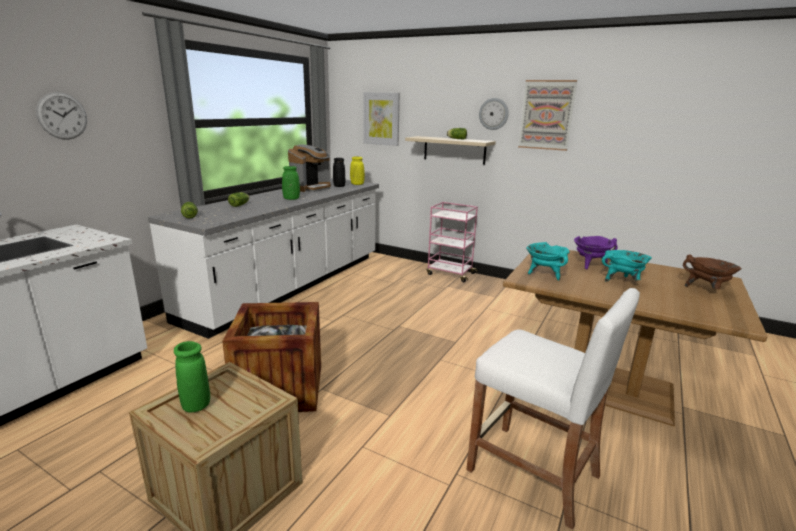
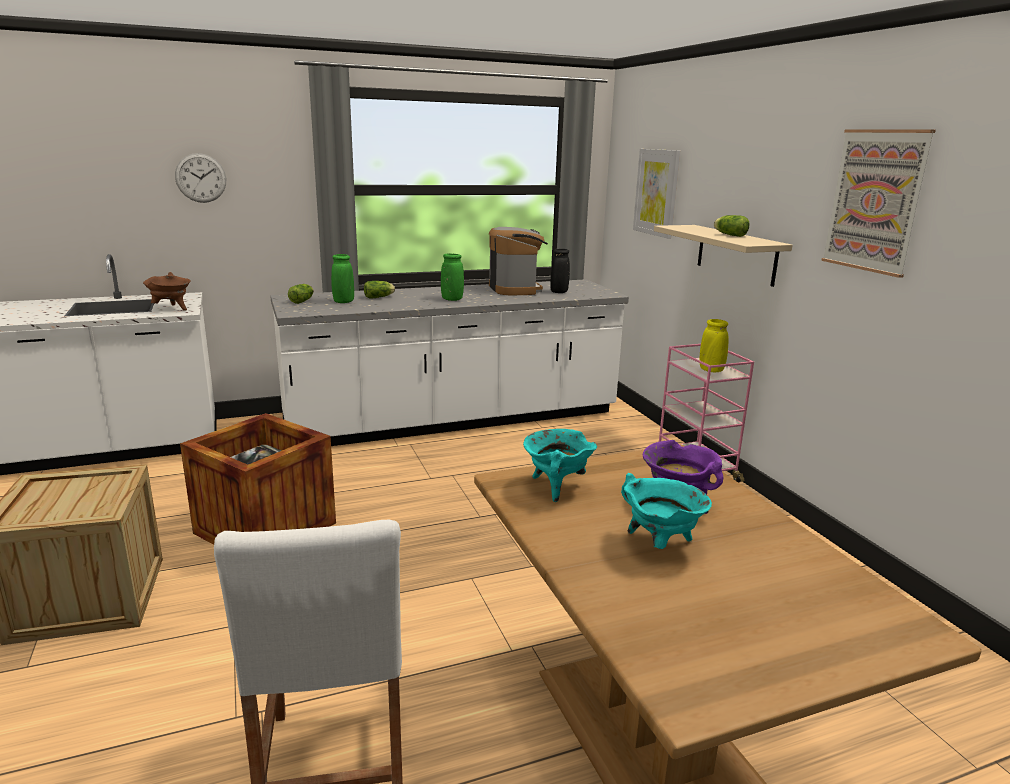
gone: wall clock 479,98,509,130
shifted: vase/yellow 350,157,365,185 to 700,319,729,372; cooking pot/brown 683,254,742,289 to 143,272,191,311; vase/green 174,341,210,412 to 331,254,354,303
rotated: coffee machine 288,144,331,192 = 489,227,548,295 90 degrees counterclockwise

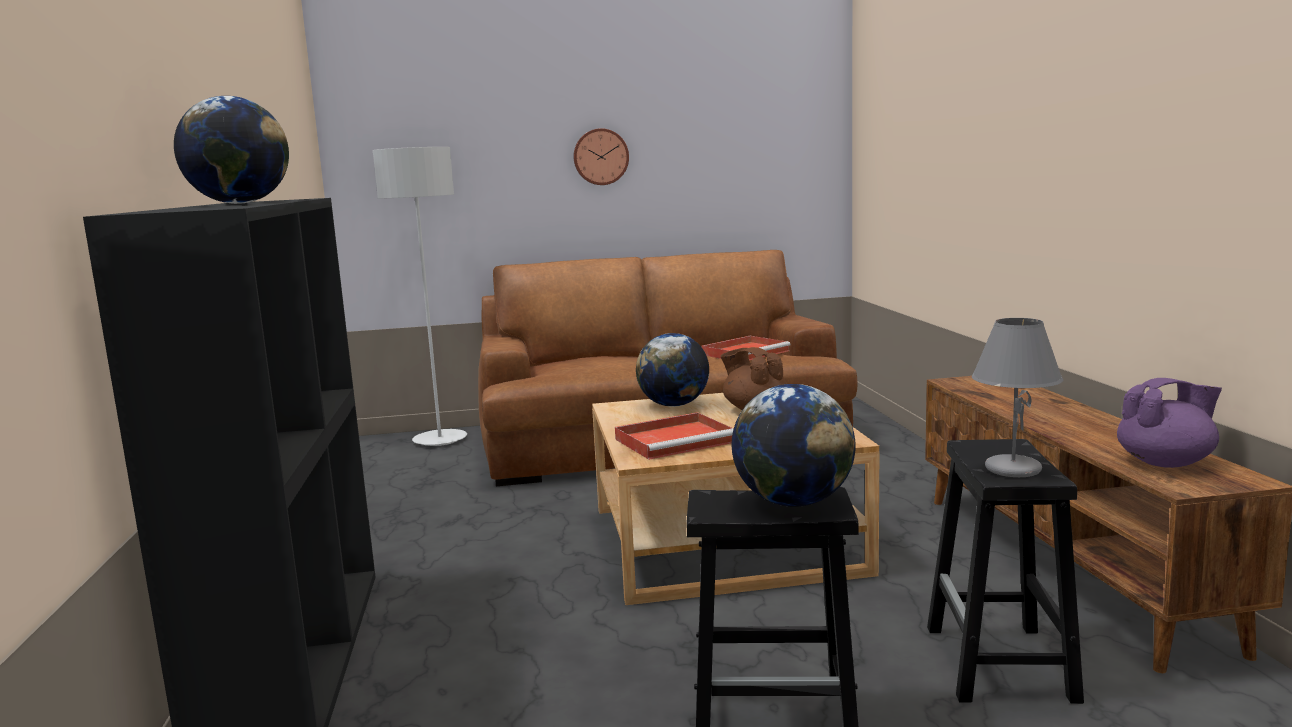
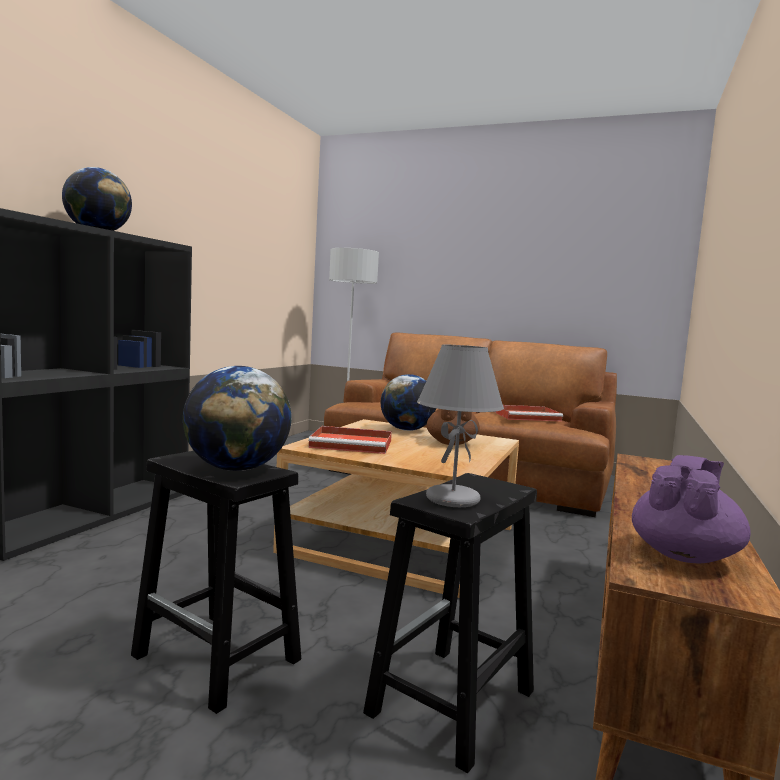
gone: wall clock 573,128,629,185
rotated: teapot/purple 1117,378,1222,468 = 632,455,751,563 75 degrees counterclockwise

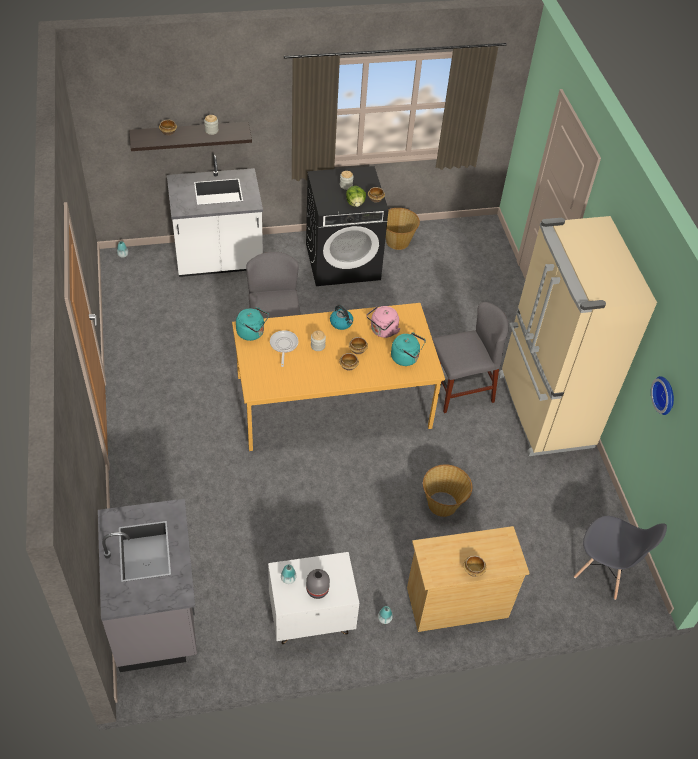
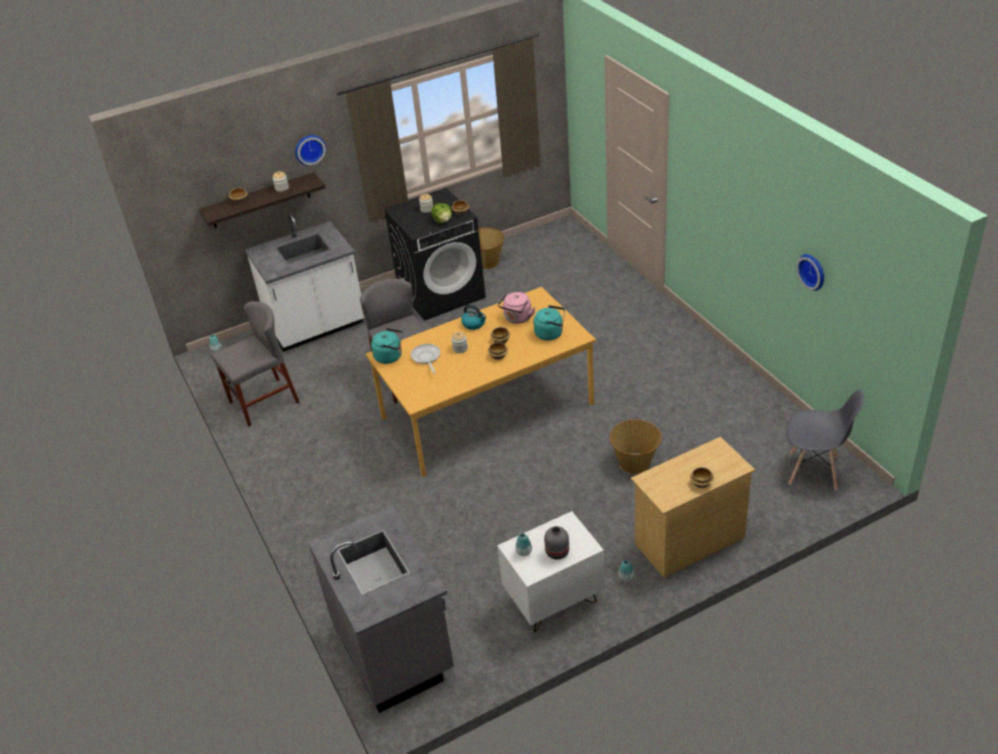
gone: fridge/beige 498,216,657,456
new: wall clock 295,135,326,165
shifted: chair/grey 432,302,509,413 to 212,301,300,426

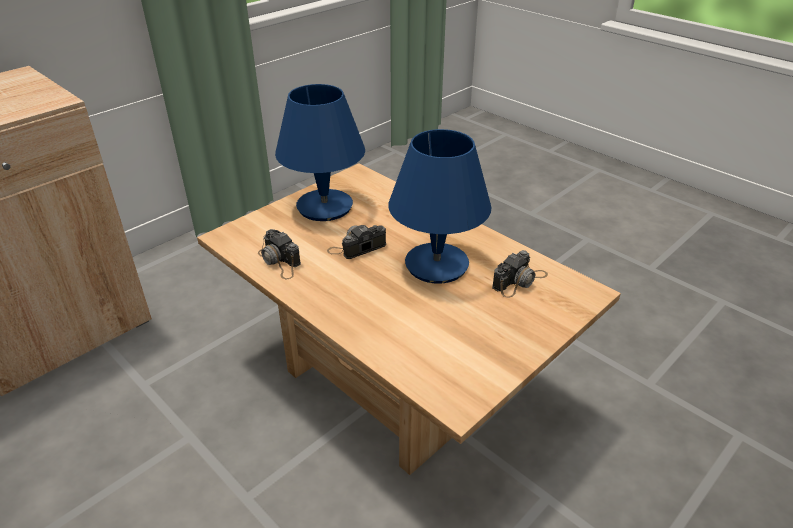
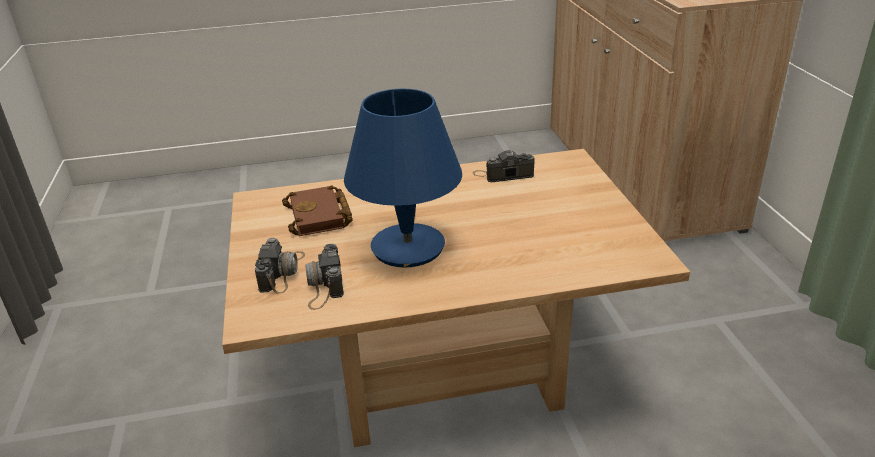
gone: table lamp/blue 275,84,365,221
new: book/brown 282,185,353,236
shifted: photo camera 327,225,386,259 to 255,238,305,294

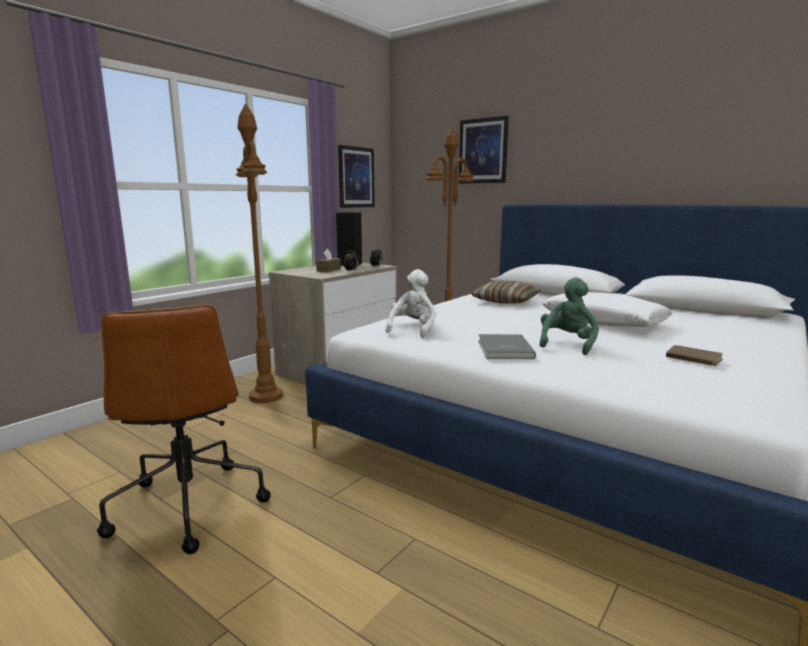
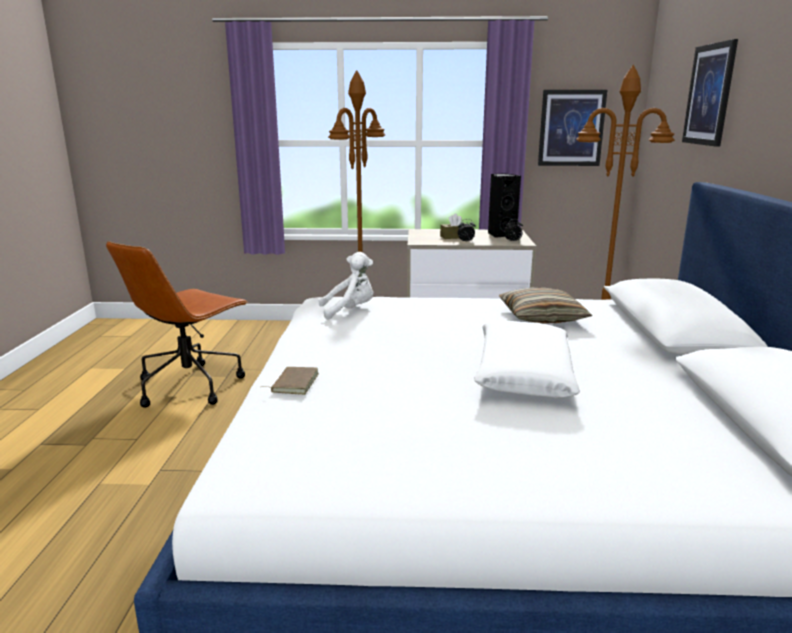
gone: plush toy/green 539,277,599,355; book/grey 478,334,536,359
shifted: book/brown 666,345,723,366 to 261,367,319,395

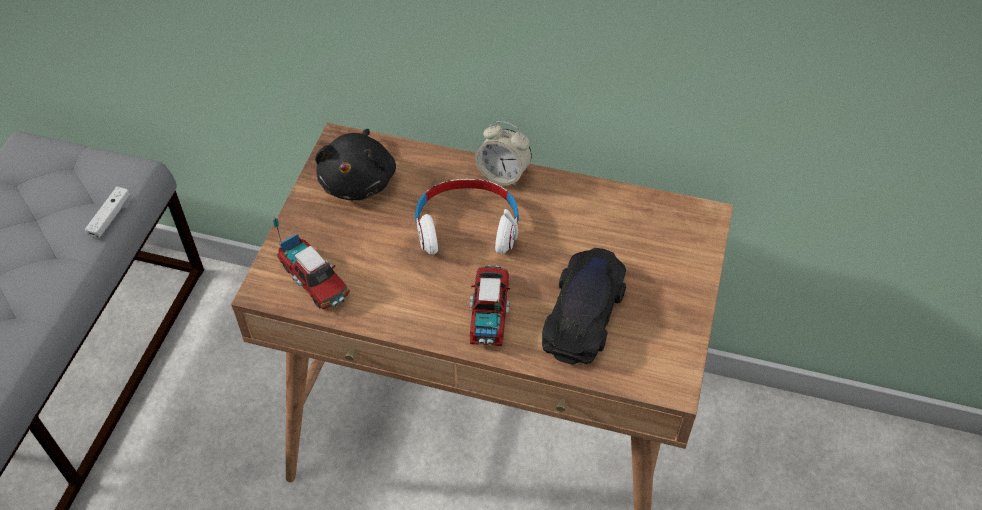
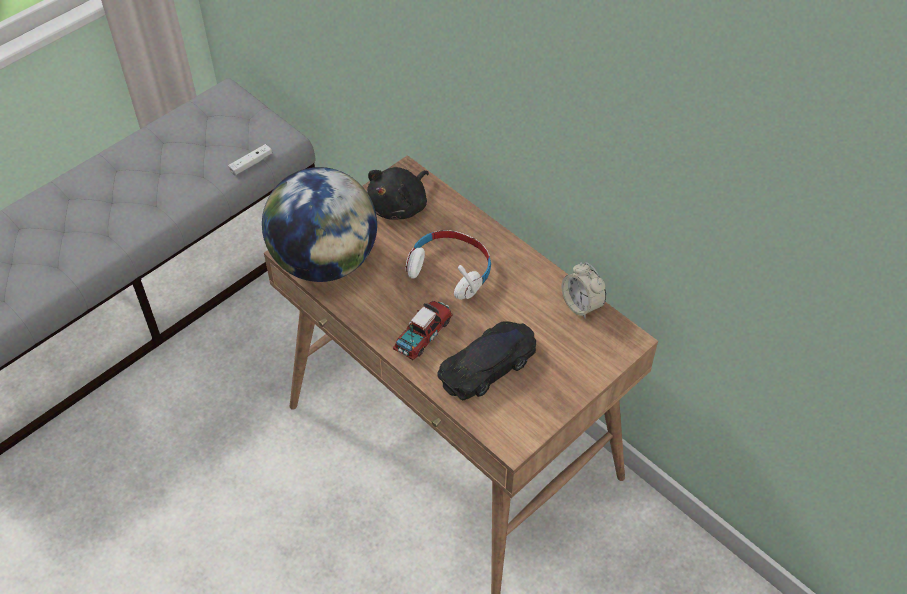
shifted: alarm clock 475,121,532,187 to 562,262,606,318
swapped: toy truck 273,217,350,309 to globe 262,167,377,282

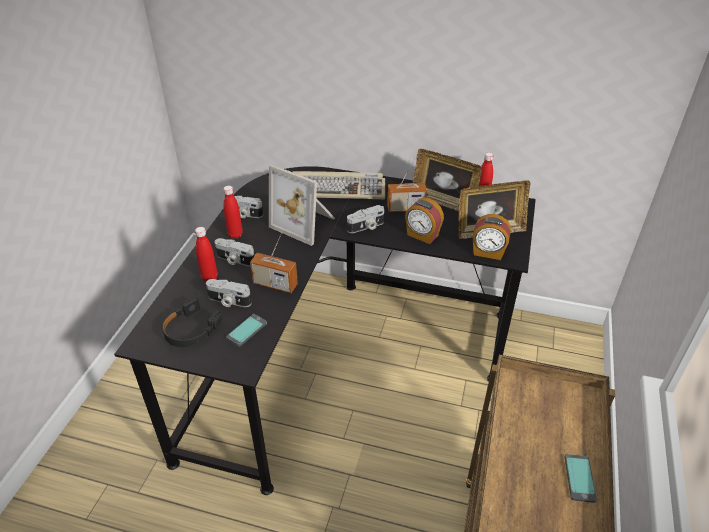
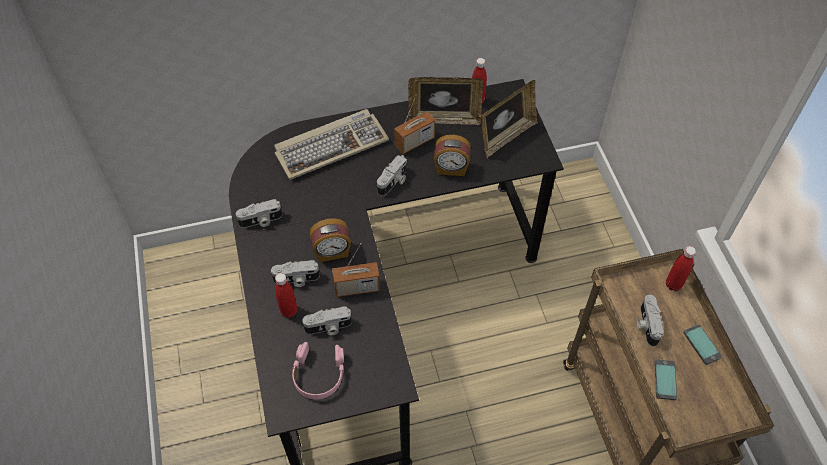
gone: picture frame 269,164,335,246
new: photo camera 637,294,664,346
shifted: bottle/red 223,186,243,239 to 666,246,696,291; alarm clock 472,214,511,260 to 310,218,351,262; phone 226,314,267,347 to 655,359,677,400
repainted: headphones/black 162,297,223,347 to headphones/pink 292,342,344,400

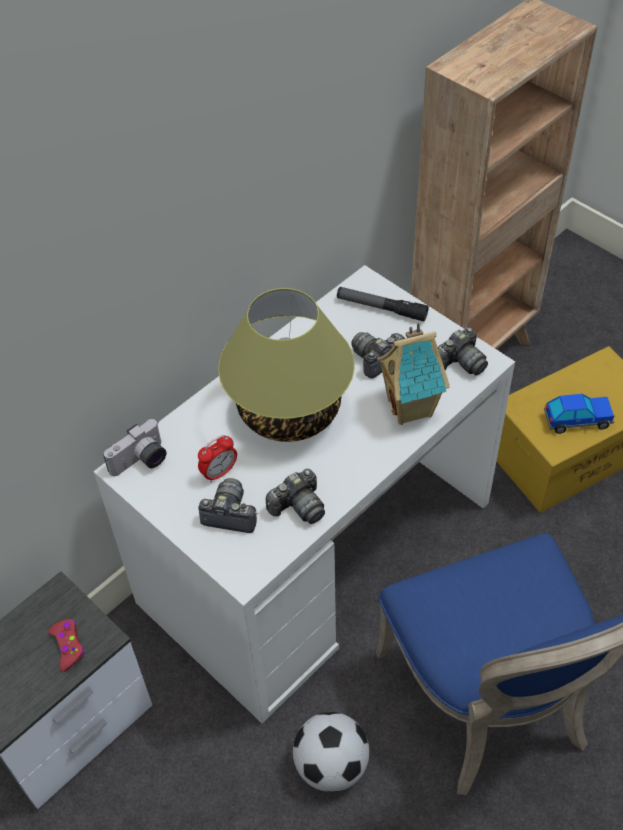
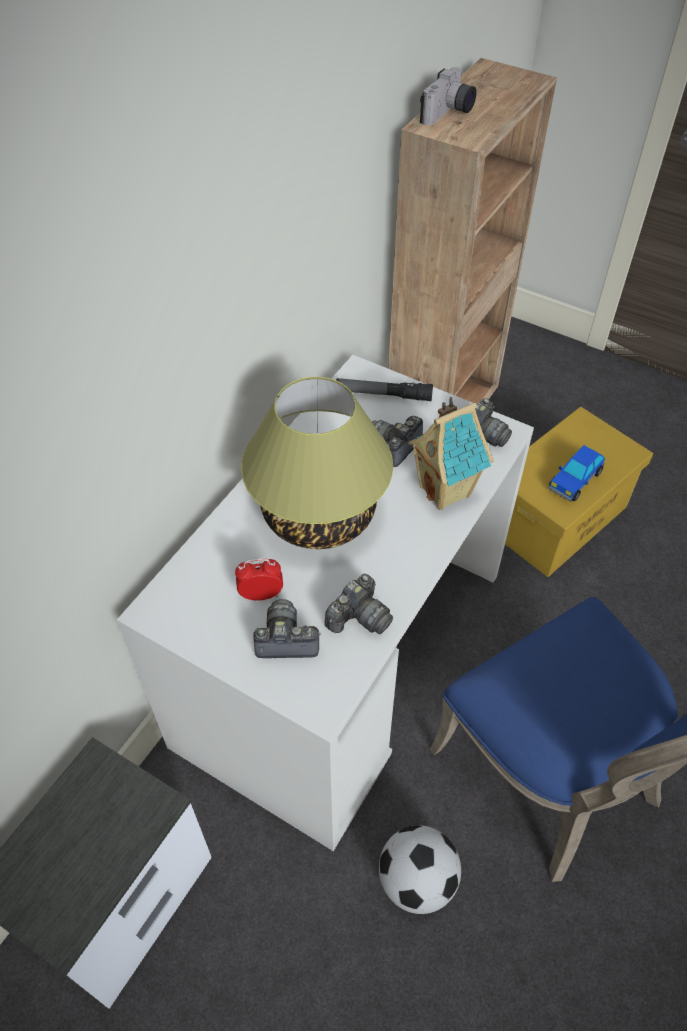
gone: game controller/red 48,619,85,672
shifted: photo camera 103,419,166,476 to 420,67,477,126
rotated: toy car 544,394,615,434 = 548,445,605,502 150 degrees clockwise; alarm clock 198,435,237,483 = 235,558,283,601 135 degrees counterclockwise

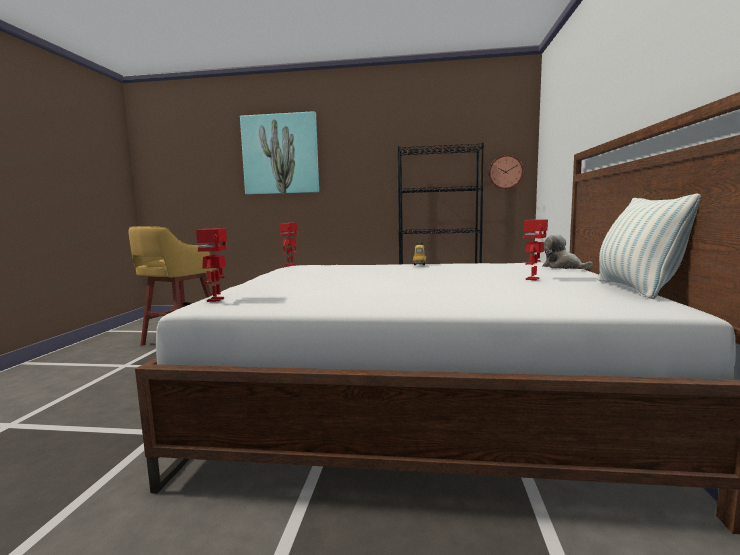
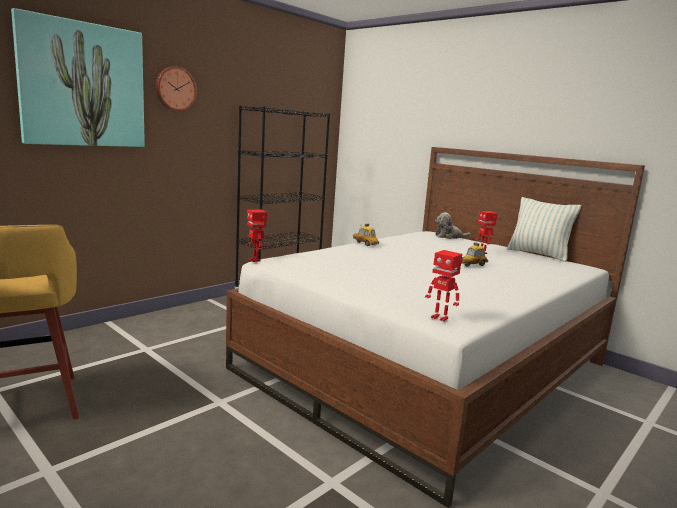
new: toy car 461,242,488,267
shifted: wall clock 488,155,523,189 to 156,67,197,111

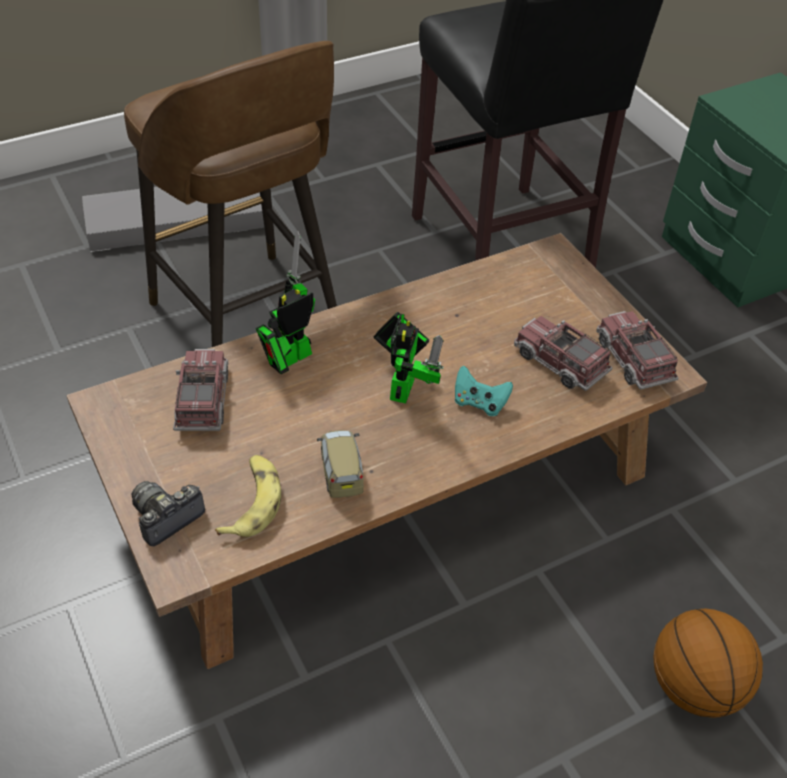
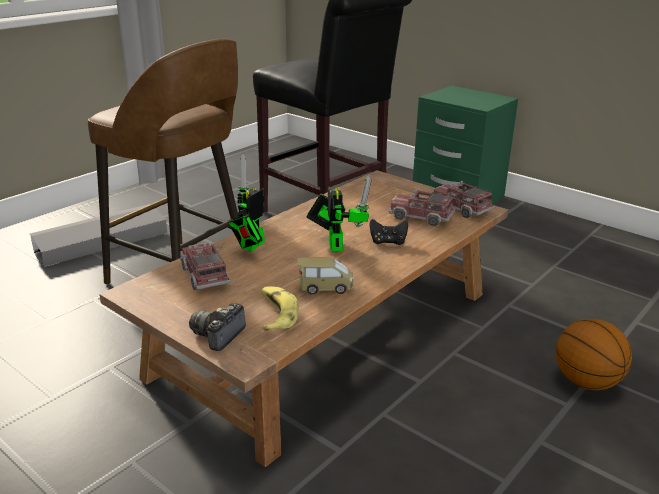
repainted: game controller/turquoise 455,366,513,416 to game controller/black 369,219,408,245
rotated: toy car 317,430,364,498 = 298,257,353,295 120 degrees clockwise

